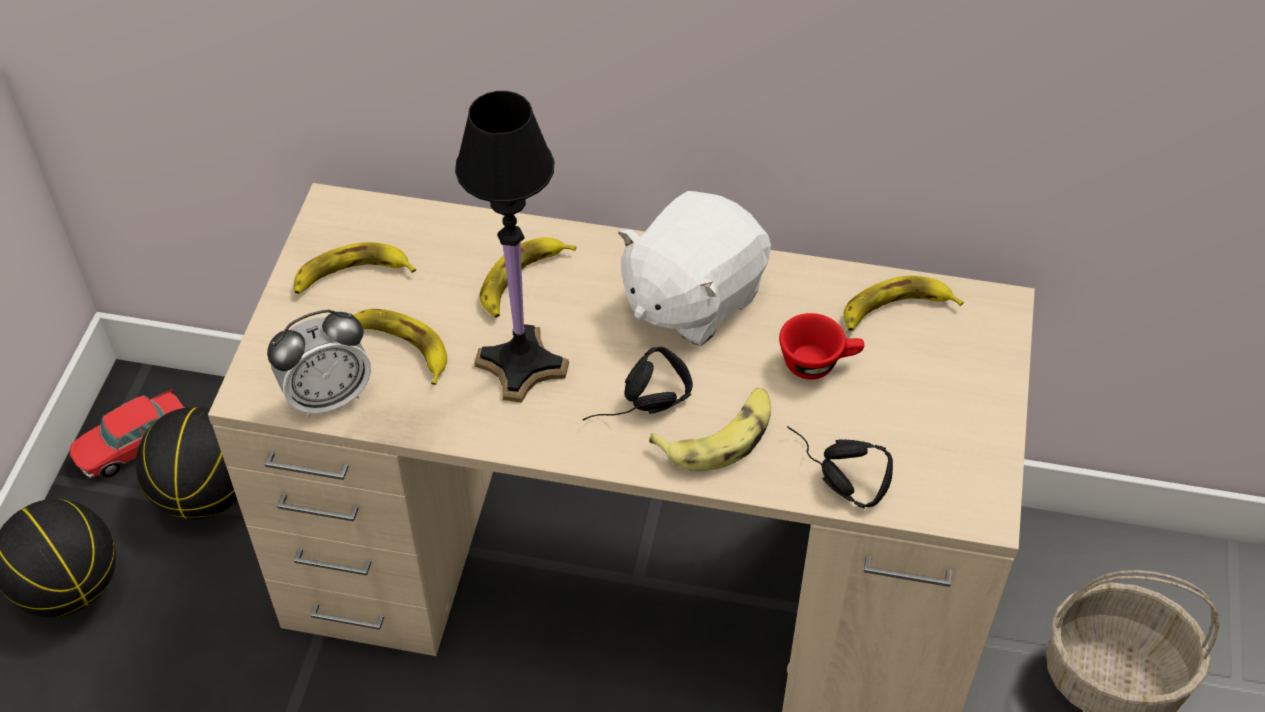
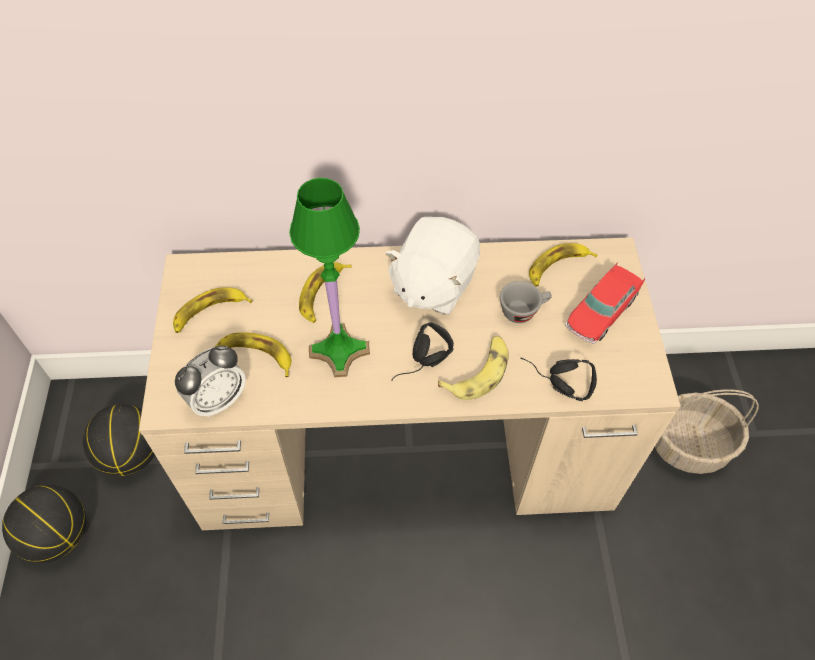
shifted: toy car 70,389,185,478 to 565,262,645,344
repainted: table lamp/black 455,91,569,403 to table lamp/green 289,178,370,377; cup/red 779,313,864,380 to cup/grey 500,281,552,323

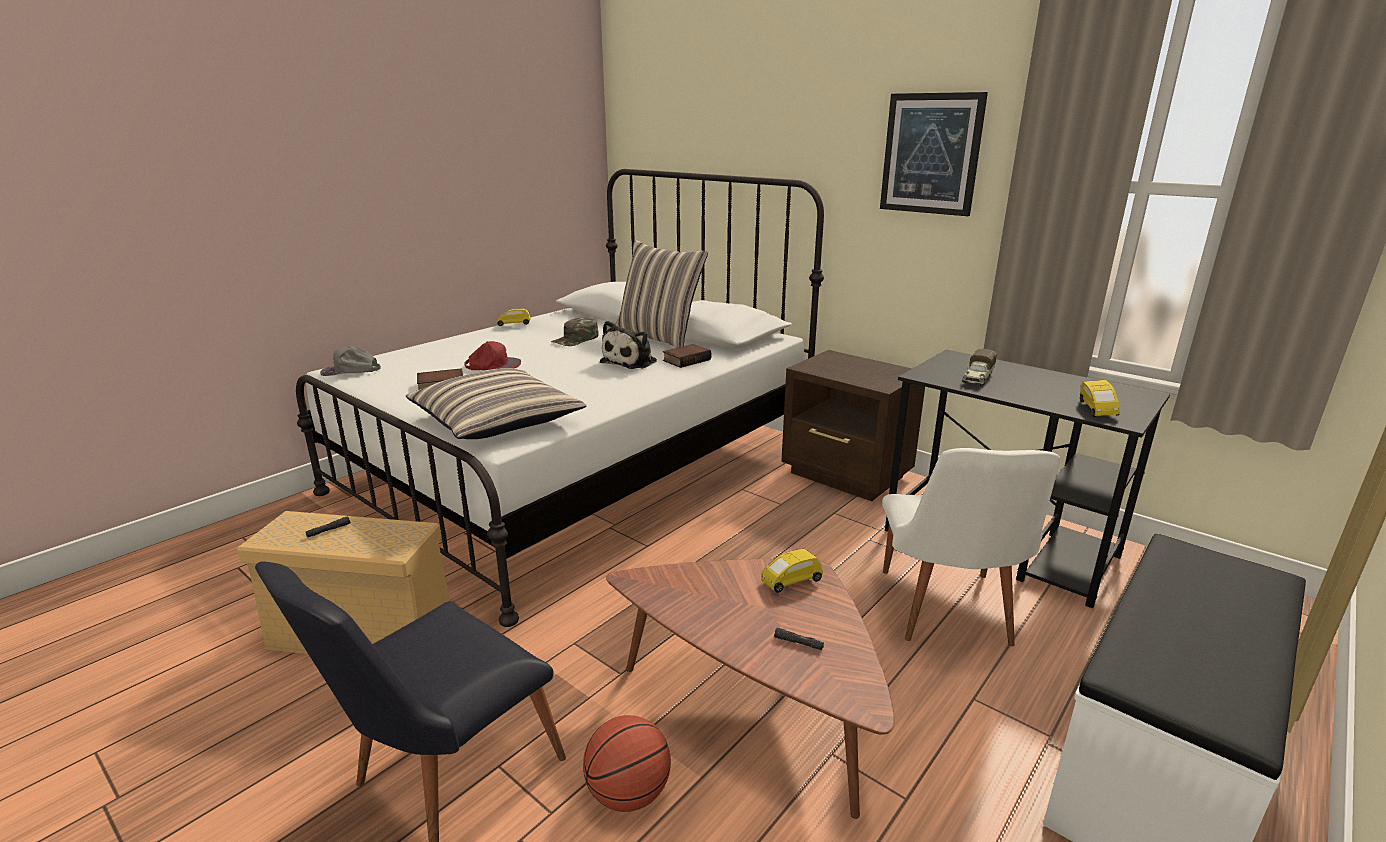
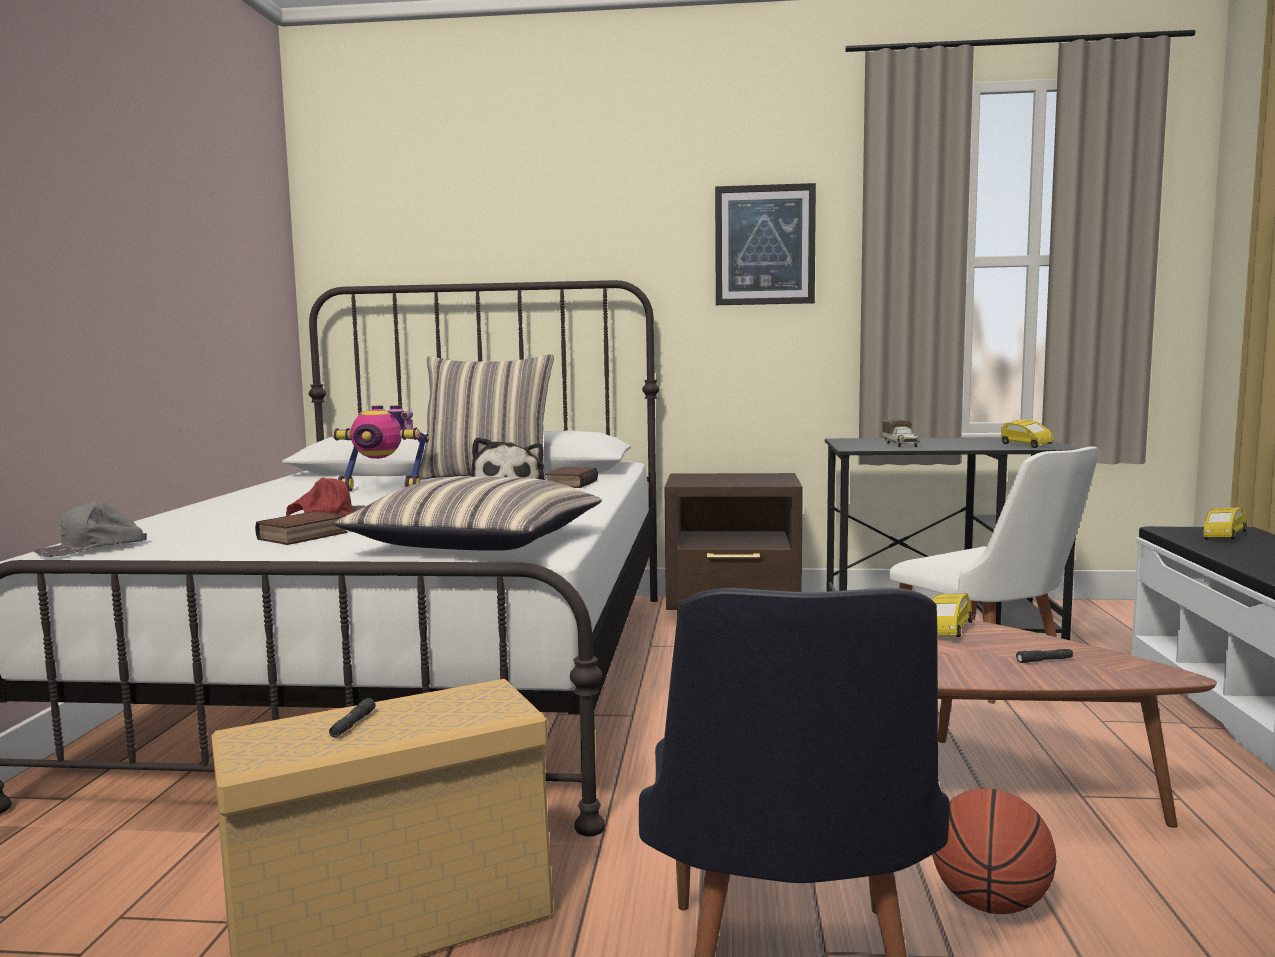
shifted: toy car/yellow 497,308,531,326 to 1204,507,1247,539
swapped: cap/green 551,317,599,346 to toy robot 332,405,430,491

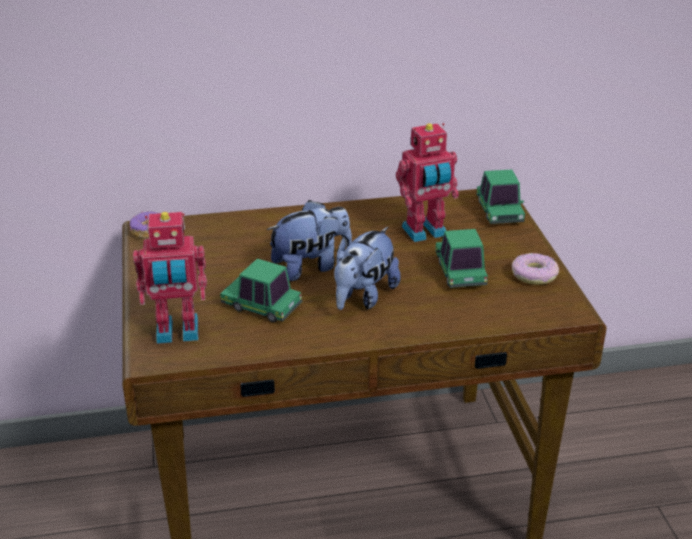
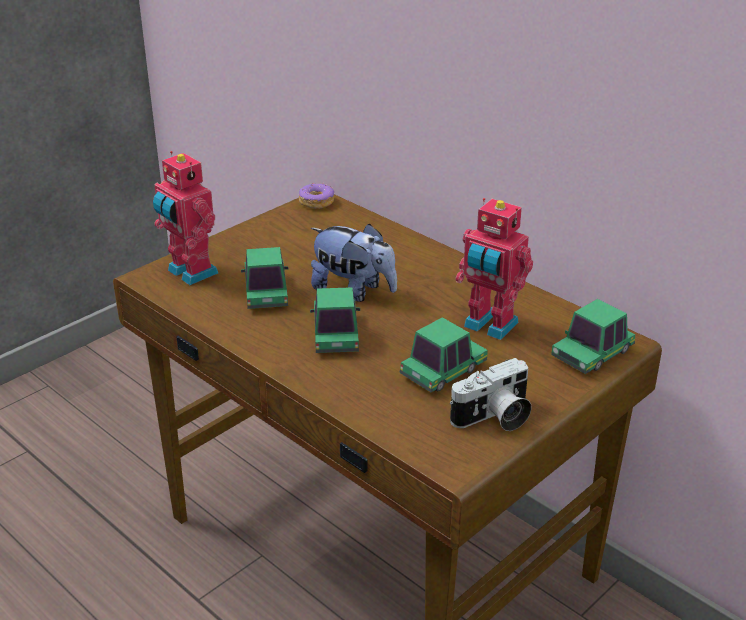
swapped: plush toy 334,227,401,310 to toy car 310,287,360,353; donut 512,253,559,285 to photo camera 450,358,532,431

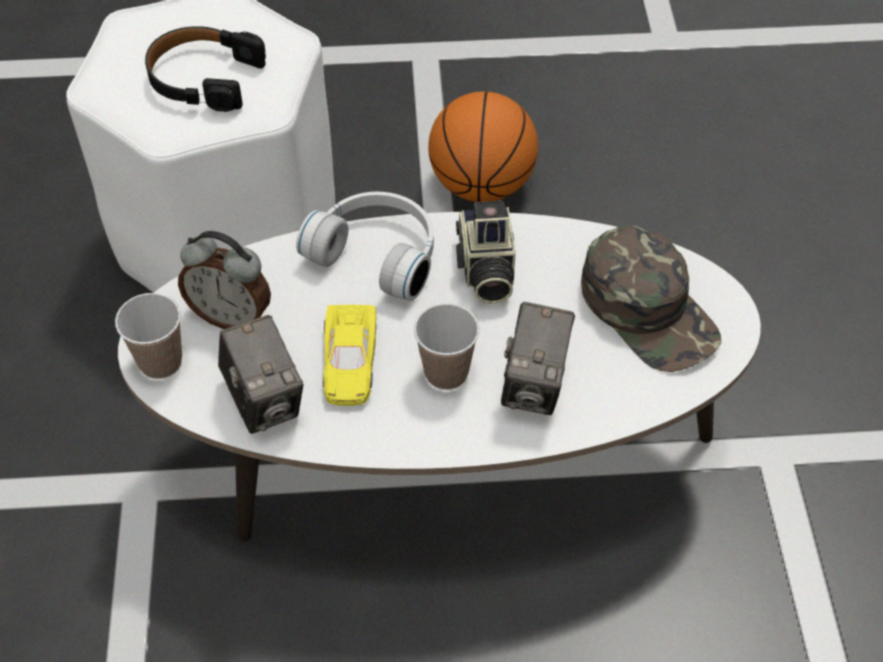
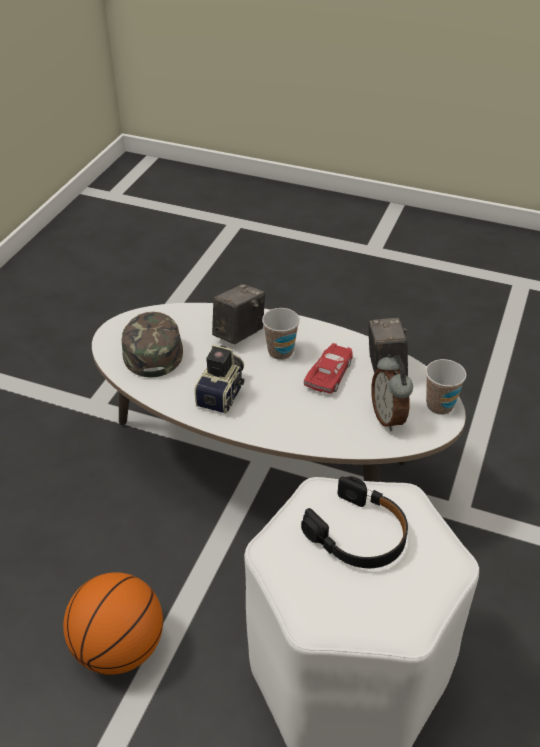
gone: headphones/white 296,192,434,301
repainted: toy car/yellow 323,305,377,406 to toy car/red 304,343,353,394
rotated: alarm clock 178,231,271,329 = 371,354,413,431 150 degrees counterclockwise

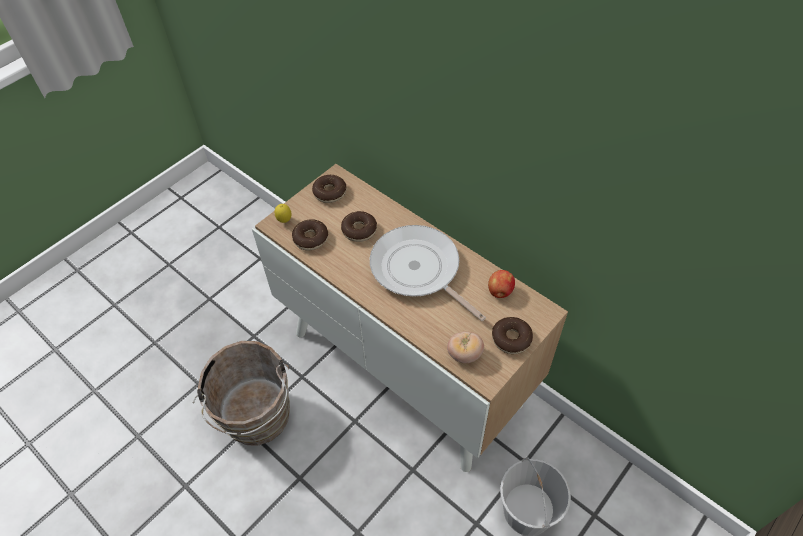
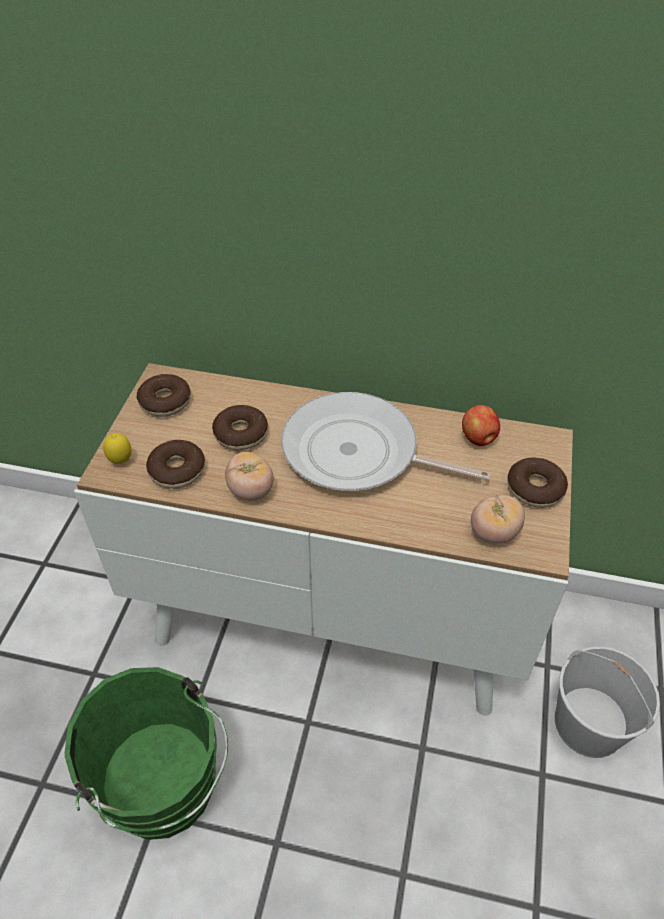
new: tomato 225,452,274,501
repainted: bucket/brown 193,341,290,445 to bucket/green 64,667,228,840

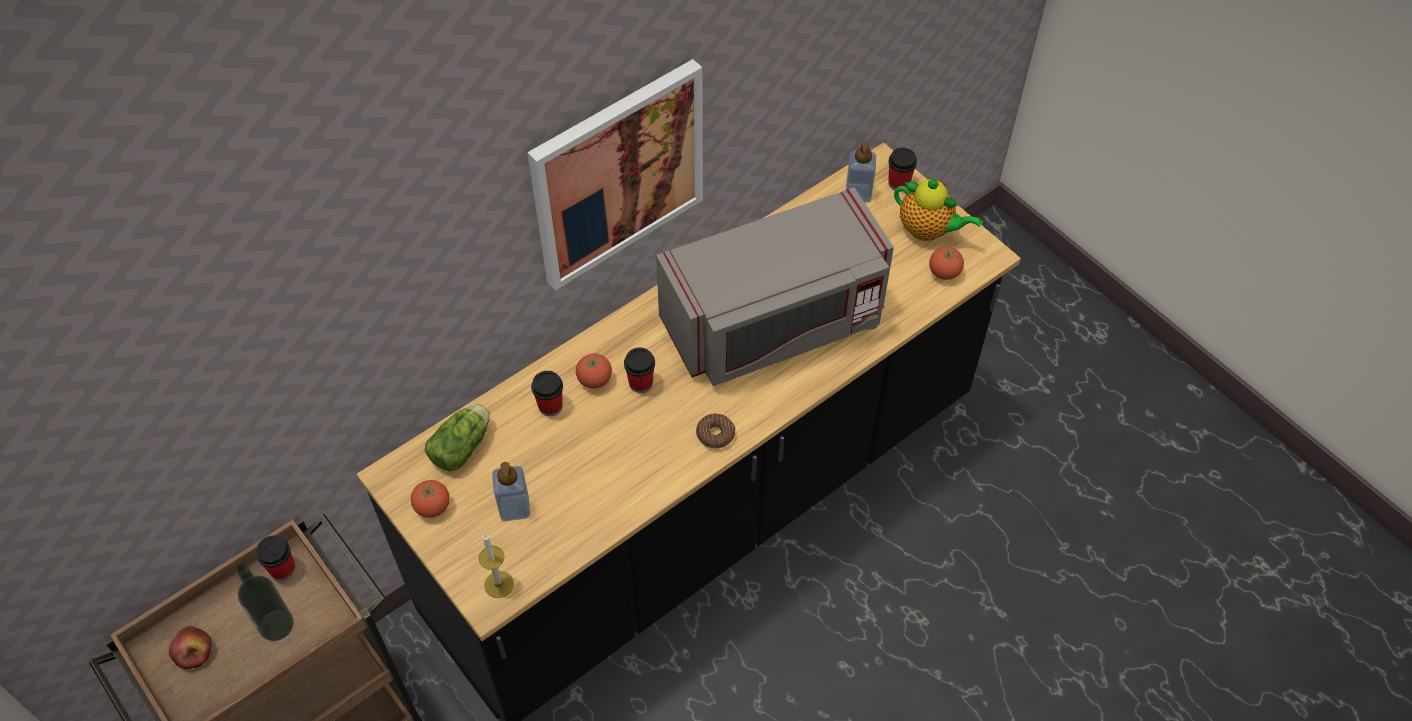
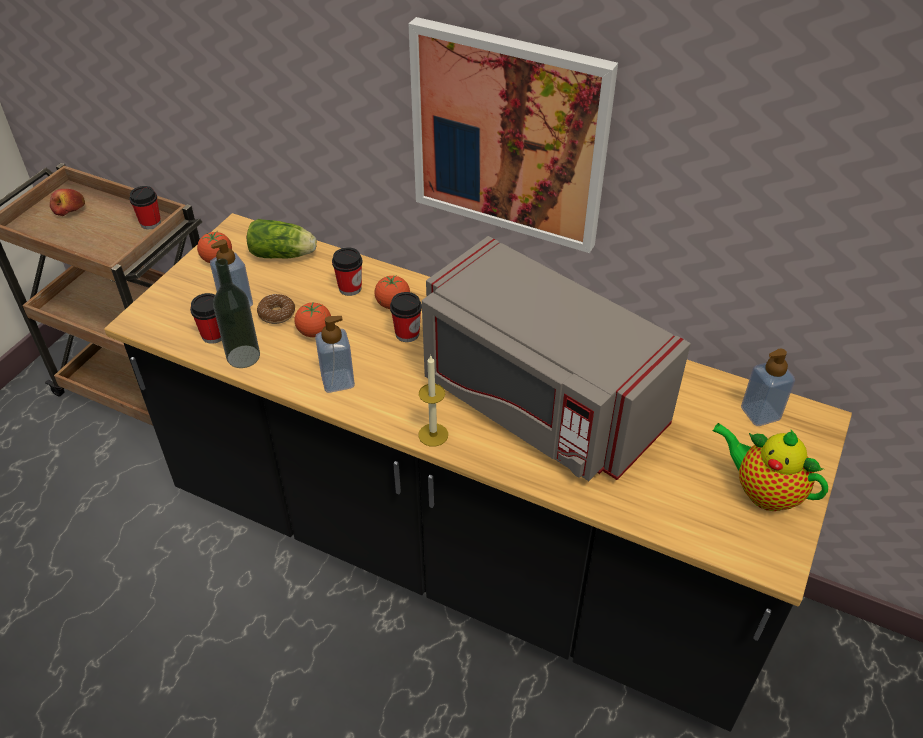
new: soap dispenser 315,316,355,393
shifted: cup 888,148,917,192 to 190,293,222,344; tomato 929,247,964,280 to 295,301,331,337; donut 696,414,735,449 to 257,294,295,324; candle 479,534,514,598 to 418,356,448,447; bottle 236,564,294,641 to 213,258,260,368
rotated: teapot 894,178,983,241 = 712,423,828,511 120 degrees clockwise

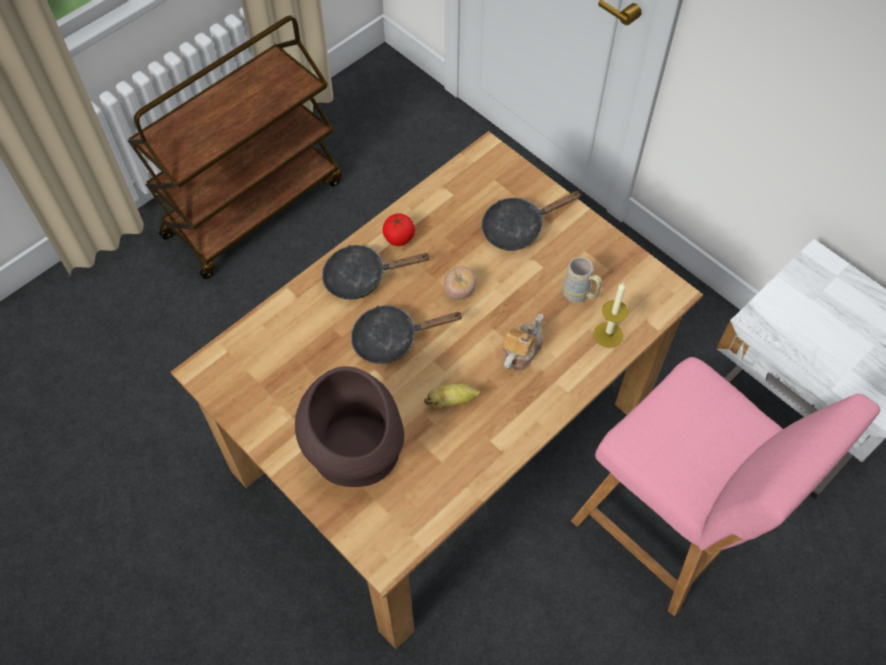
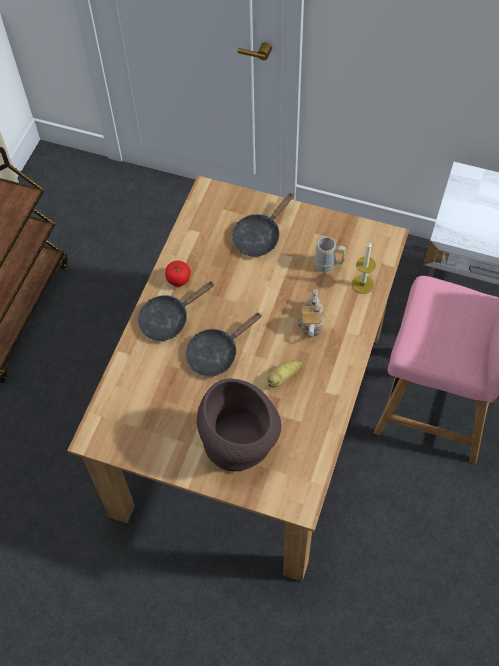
gone: tomato 444,267,476,300

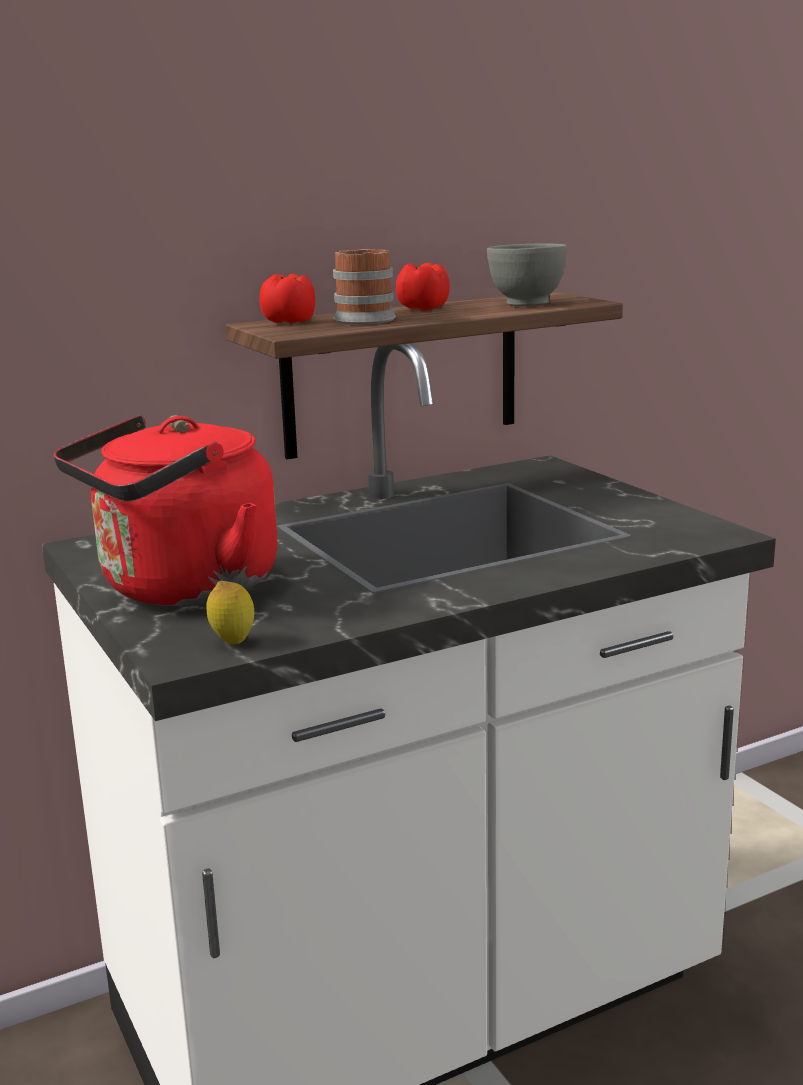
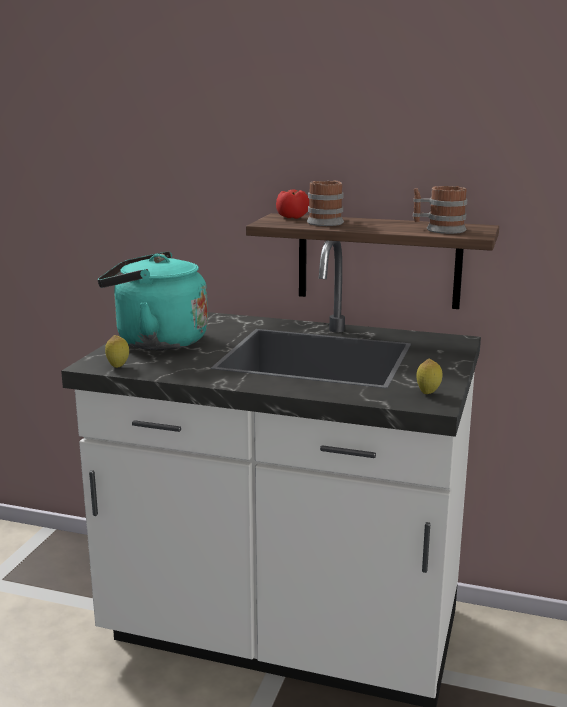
gone: tomato 396,263,450,311
new: lemon 416,359,442,394
swapped: bowl/grey 487,243,567,306 to mug 413,186,467,234
repainted: kettle/red 54,415,277,606 to kettle/turquoise 97,251,208,350

